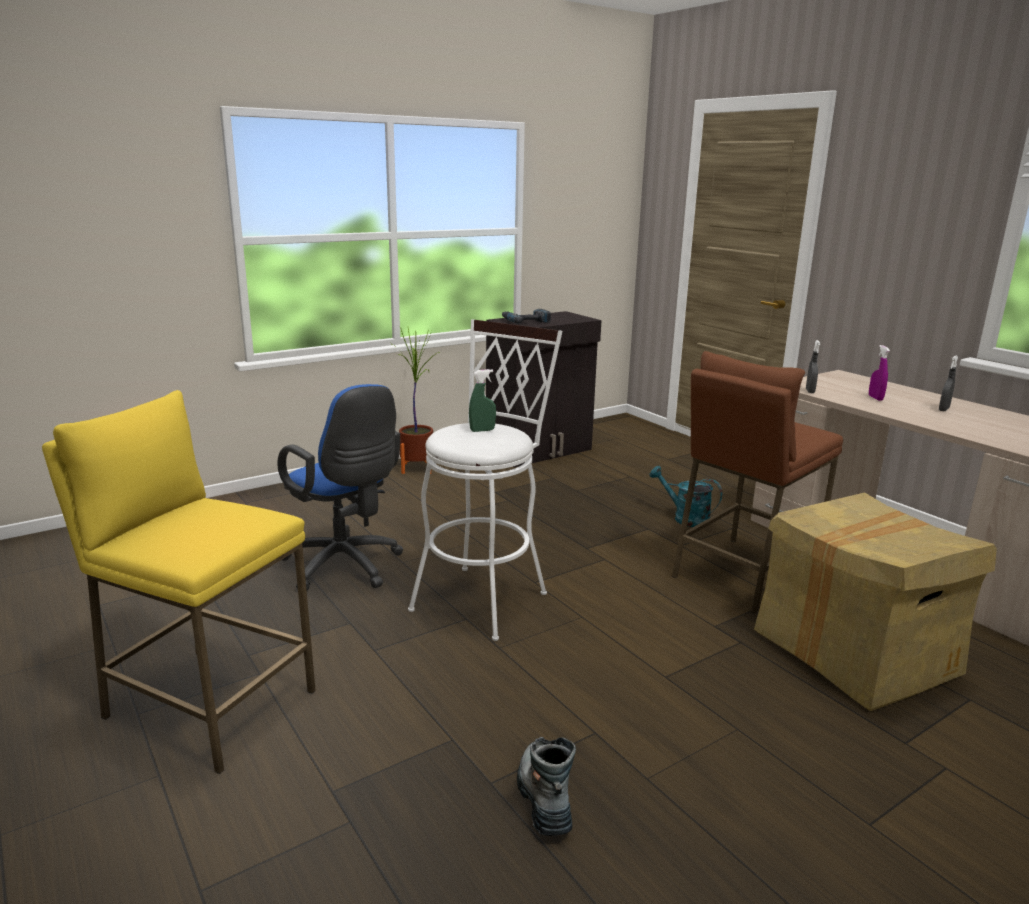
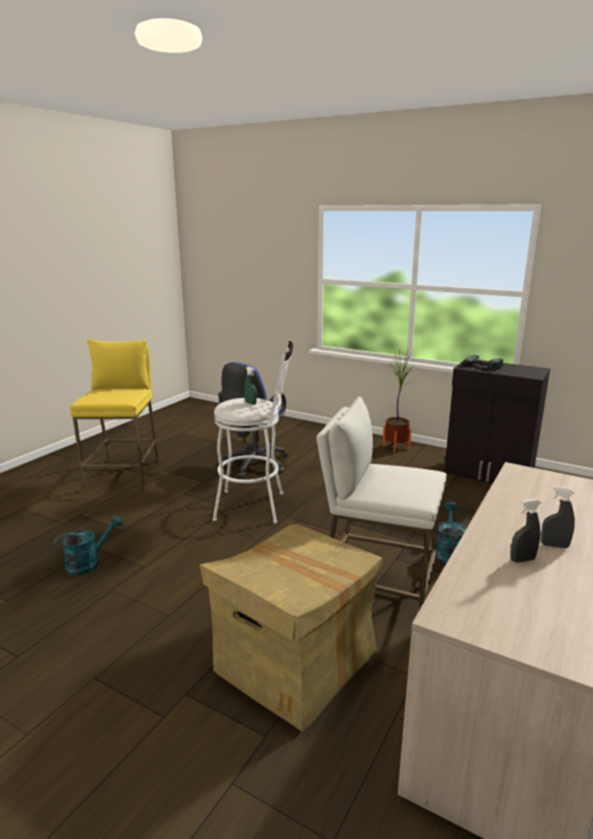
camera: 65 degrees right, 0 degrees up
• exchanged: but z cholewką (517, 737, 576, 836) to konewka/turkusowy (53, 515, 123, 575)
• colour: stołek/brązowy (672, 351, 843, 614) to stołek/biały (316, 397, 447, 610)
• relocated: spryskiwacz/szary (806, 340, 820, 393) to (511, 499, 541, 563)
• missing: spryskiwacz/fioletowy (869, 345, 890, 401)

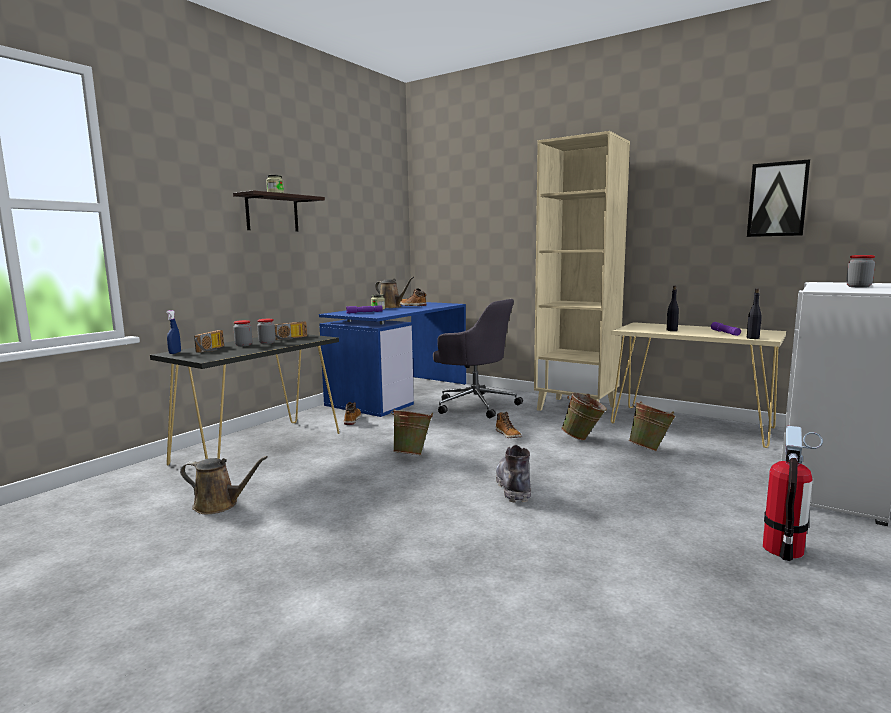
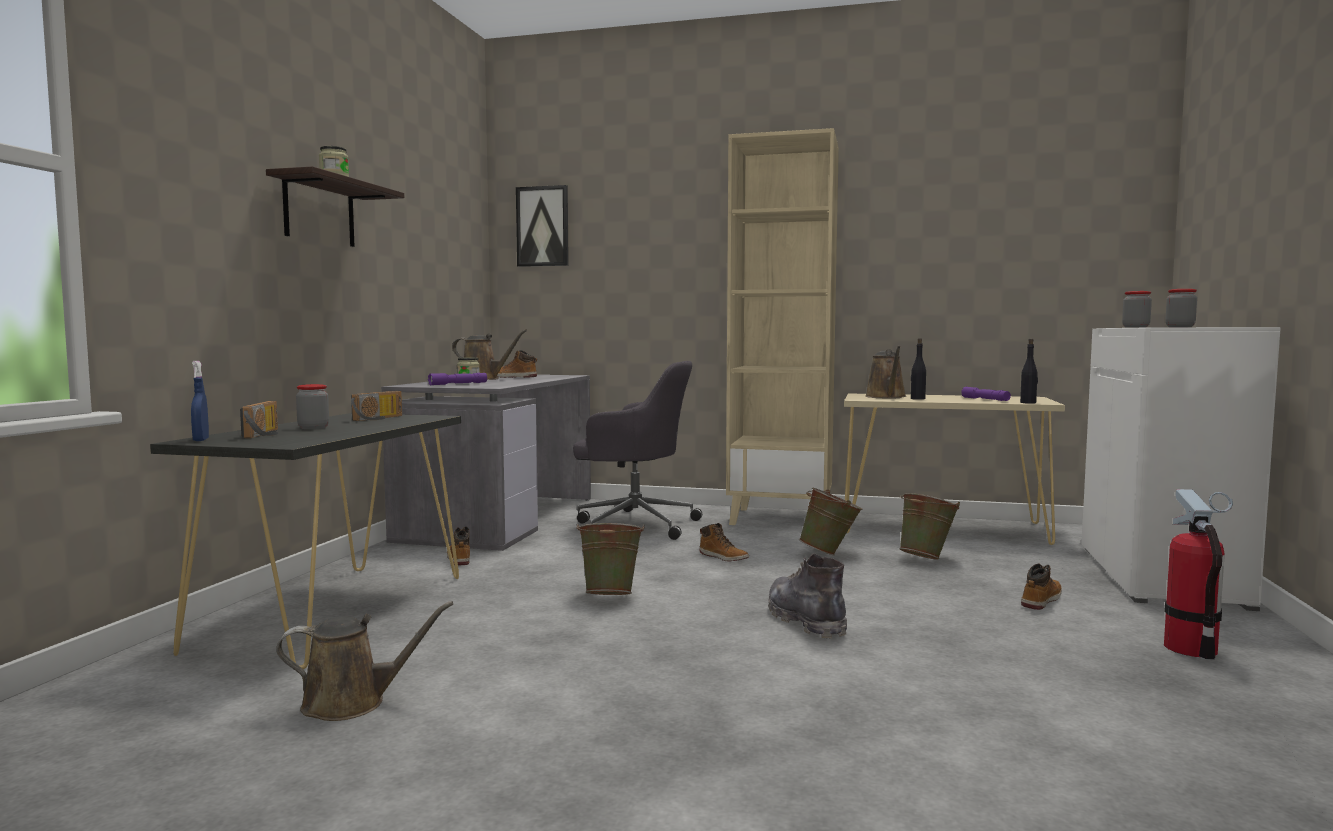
camera: 20 degrees left, 5 degrees down
• relocated: słoik (257, 319, 276, 344) to (1122, 291, 1152, 328)
• colour: biurko/niebieski (319, 302, 466, 417) to biurko/szary (381, 375, 591, 551)
• relocated: obraz (747, 159, 810, 237) to (516, 185, 569, 267)
• appeared: konewka/brązowy (865, 346, 906, 399)
• appeared: but z cholewką (1021, 563, 1062, 610)

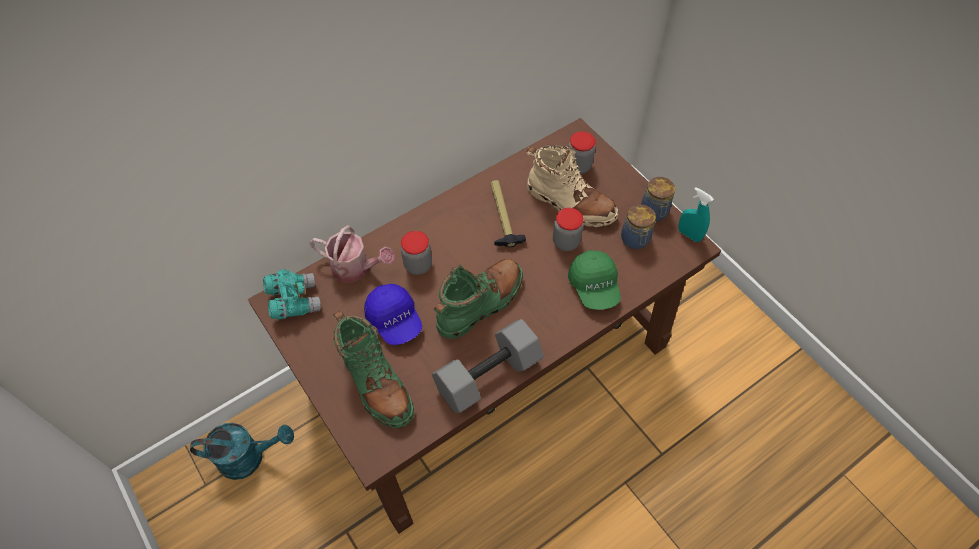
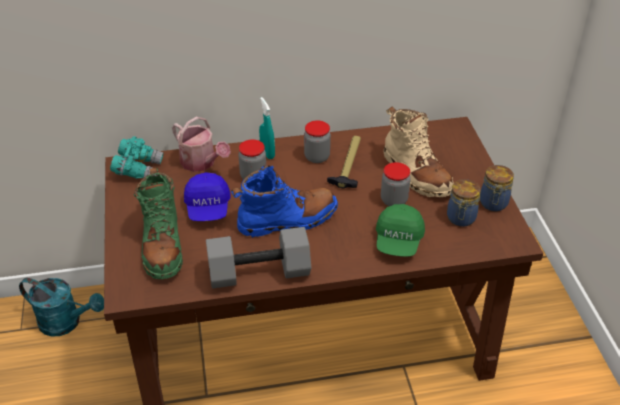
camera: 25 degrees right, 15 degrees down
• colour: but z cholewką/zielony (433, 259, 523, 339) to but z cholewką/niebieski (231, 165, 338, 238)
• relocated: słoik (568, 131, 596, 174) to (304, 120, 331, 163)
• relocated: spryskiwacz/turkusowy (678, 187, 714, 242) to (259, 97, 275, 159)

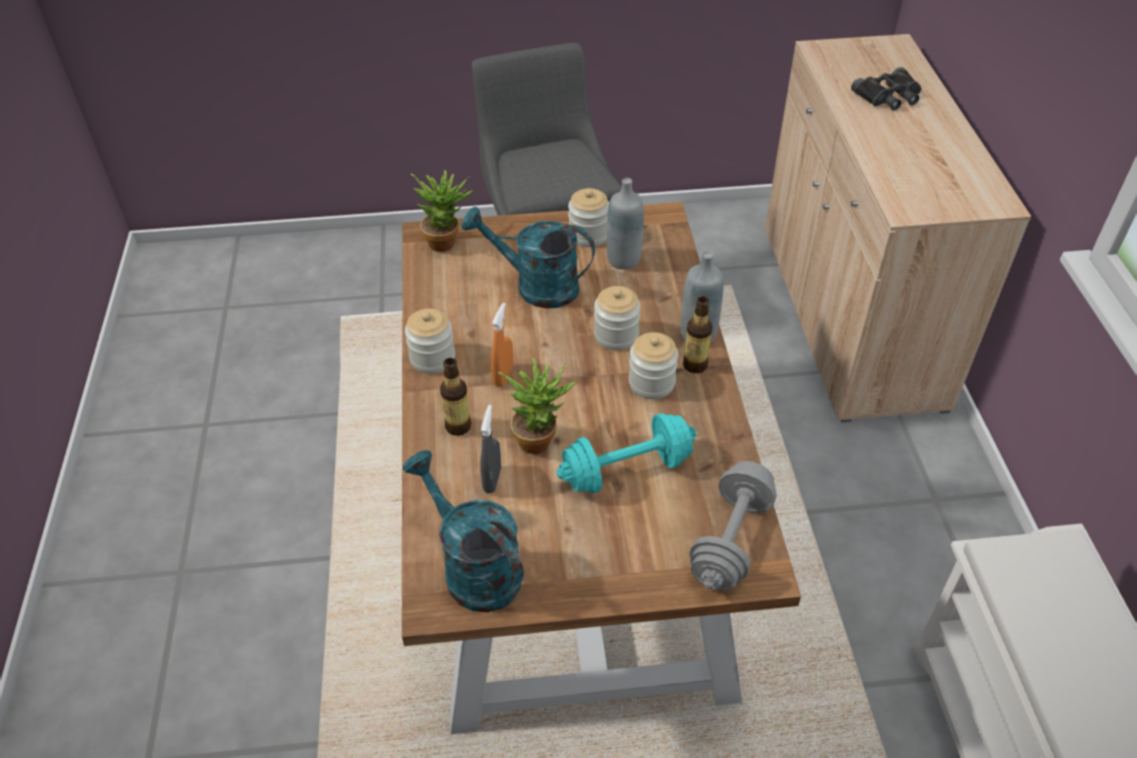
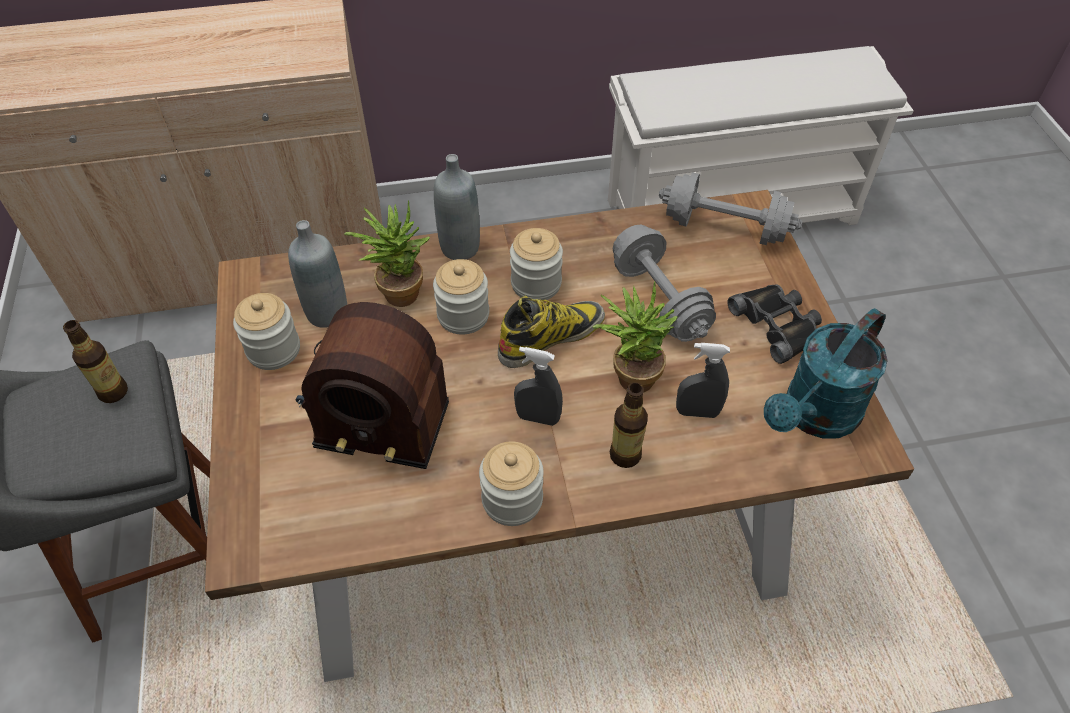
camera: 95 degrees left, 5 degrees up
• relocated: roślina doniczkowa (411, 170, 473, 252) to (344, 200, 430, 307)
• exchanged: konewka/turkusowy (461, 207, 595, 309) to radio (296, 302, 449, 469)
• colour: spryskiwacz/pomarańczowy (491, 303, 514, 387) to spryskiwacz/szary (514, 347, 563, 426)
• colour: hantel/turkusowy (557, 413, 697, 493) to hantel/szary (613, 224, 716, 342)
• relocated: butelka (683, 296, 712, 373) to (63, 320, 128, 403)
• relocated: lornetka/czarny (851, 67, 922, 111) to (727, 284, 822, 364)
• appeared: but z cholewką (498, 296, 605, 368)

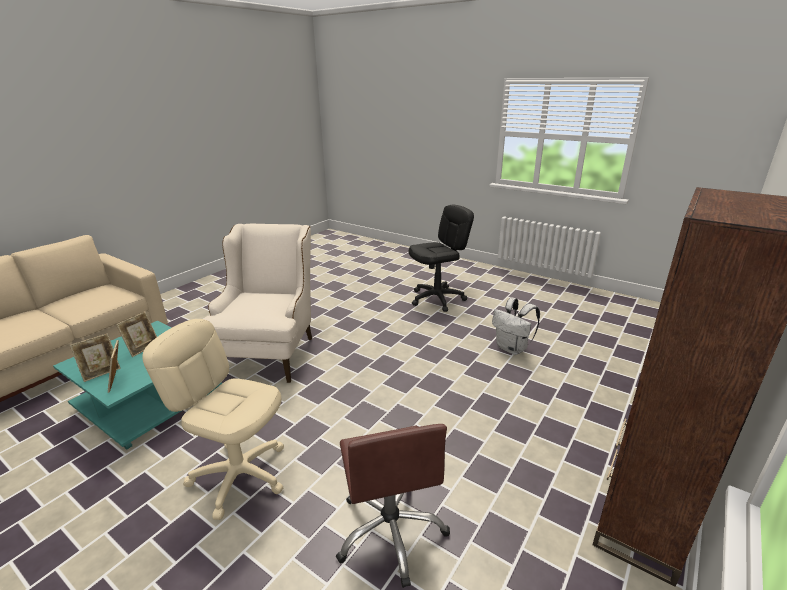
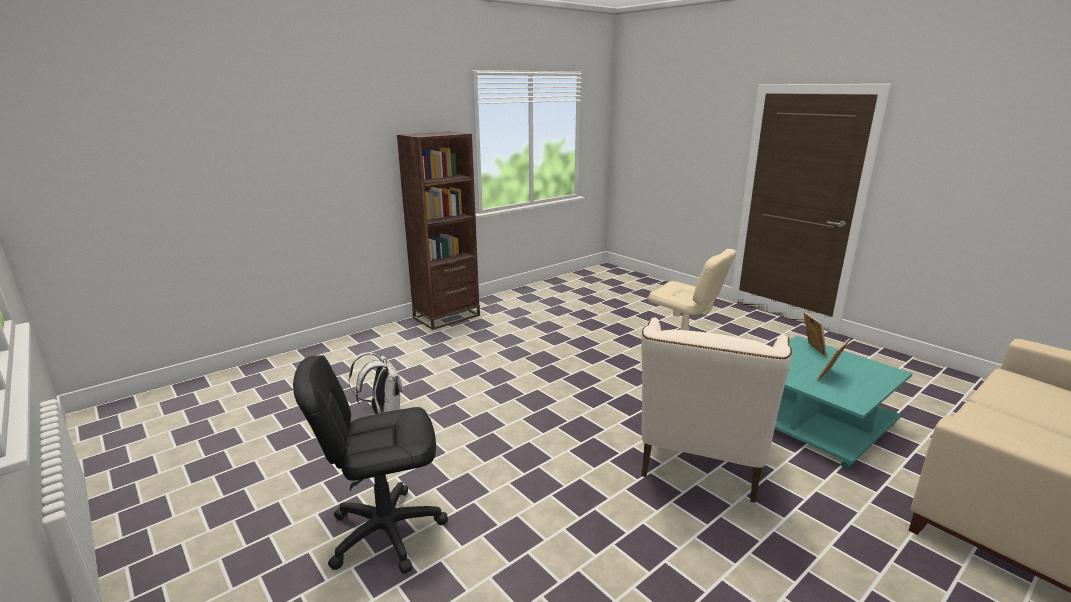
camera: 165 degrees left, 5 degrees down
• missing: ramka na zdjęcie (70, 333, 121, 382)
• missing: krzesło biurowe/brązowy (336, 424, 450, 588)

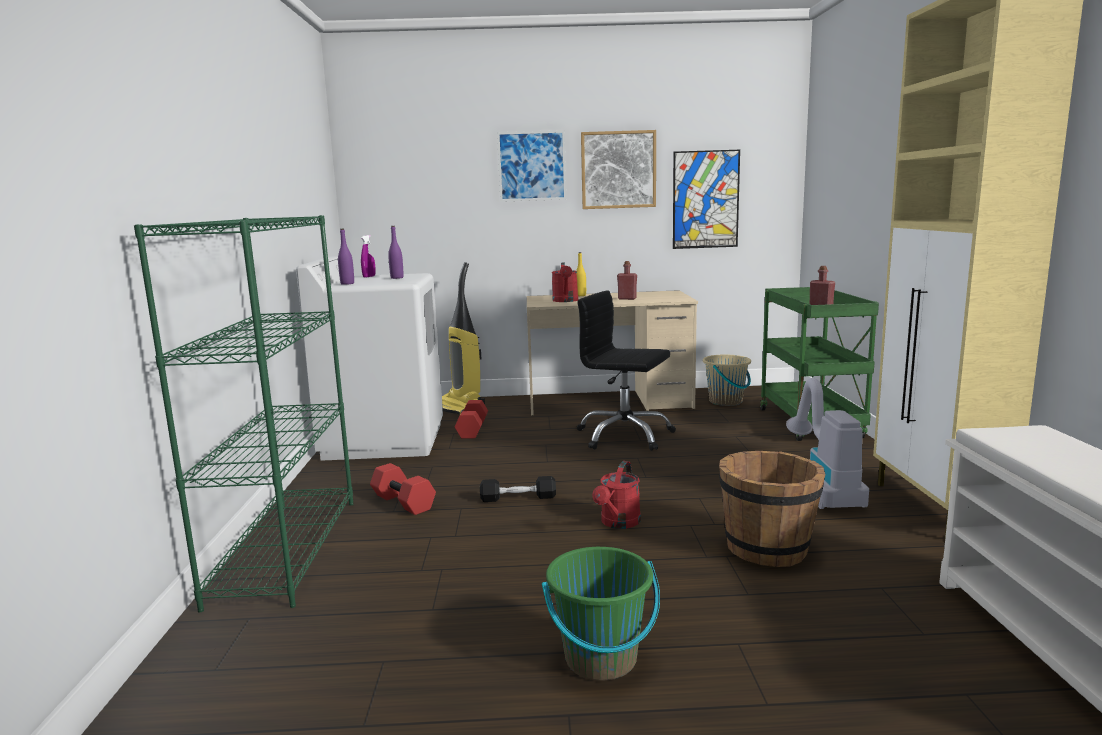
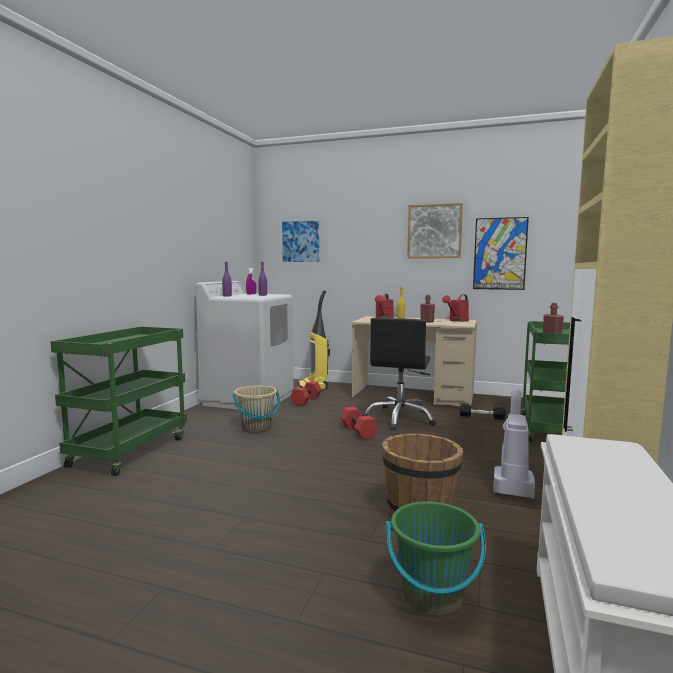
camera: 20 degrees right, 5 degrees down
• exchanged: regał/zielony (134, 215, 353, 613) to wózek/zielony (51, 326, 187, 476)
• relocated: hantel/czerwony (370, 463, 436, 515) to (340, 407, 378, 440)
• relocated: hantel/czarny (480, 476, 556, 502) to (459, 404, 506, 420)
• relocated: obraz (497, 130, 566, 202) to (281, 219, 321, 264)
• relocated: wiadro/zielony (542, 547, 660, 681) to (386, 501, 486, 616)
• spun: krzesło biurowe/czarny (577, 291, 676, 451) = (362, 318, 436, 431) 120 degrees counterclockwise
• relocated: konewka/czerwony (592, 461, 641, 529) to (442, 294, 469, 322)
• relocated: wiadro/beżowy (703, 354, 751, 406) to (233, 385, 280, 433)

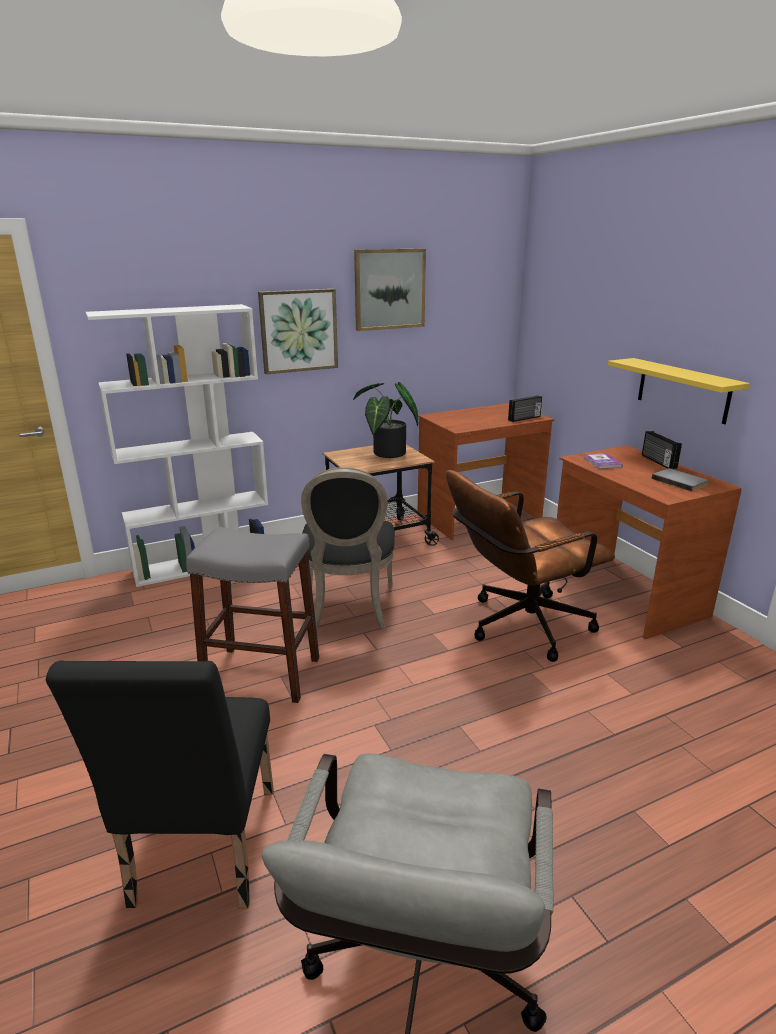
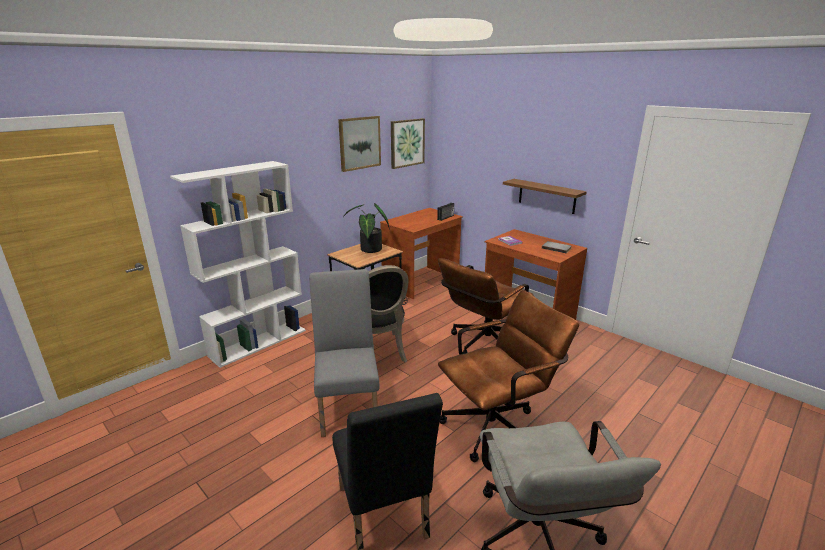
camera: 20 degrees left, 0 degrees up
• exchanged: stołek/szary (186, 527, 319, 703) to krzesło/szary (309, 269, 379, 437)
• relocated: obraz (258, 289, 338, 374) to (391, 118, 425, 169)
• colour: półka/żółty (608, 358, 750, 424) to półka/brązowy (503, 179, 587, 214)
• missing: radio (642, 431, 682, 469)
• appeared: krzesło biurowe/brązowy (438, 290, 579, 462)

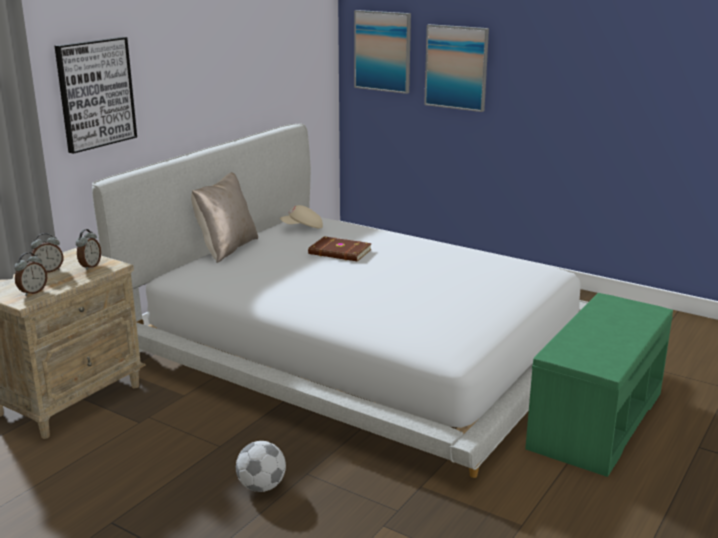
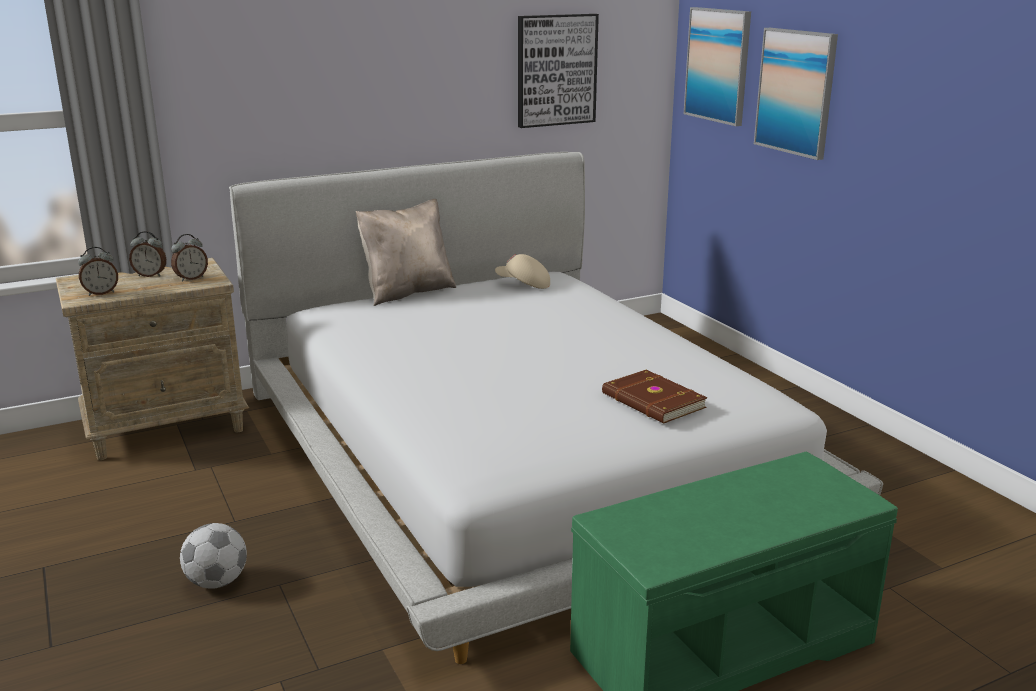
camera: 30 degrees right, 0 degrees up
• relocated: obraz (55, 37, 137, 154) to (518, 14, 599, 128)
• relocated: książka/brązowy (308, 236, 372, 262) to (602, 370, 707, 423)

